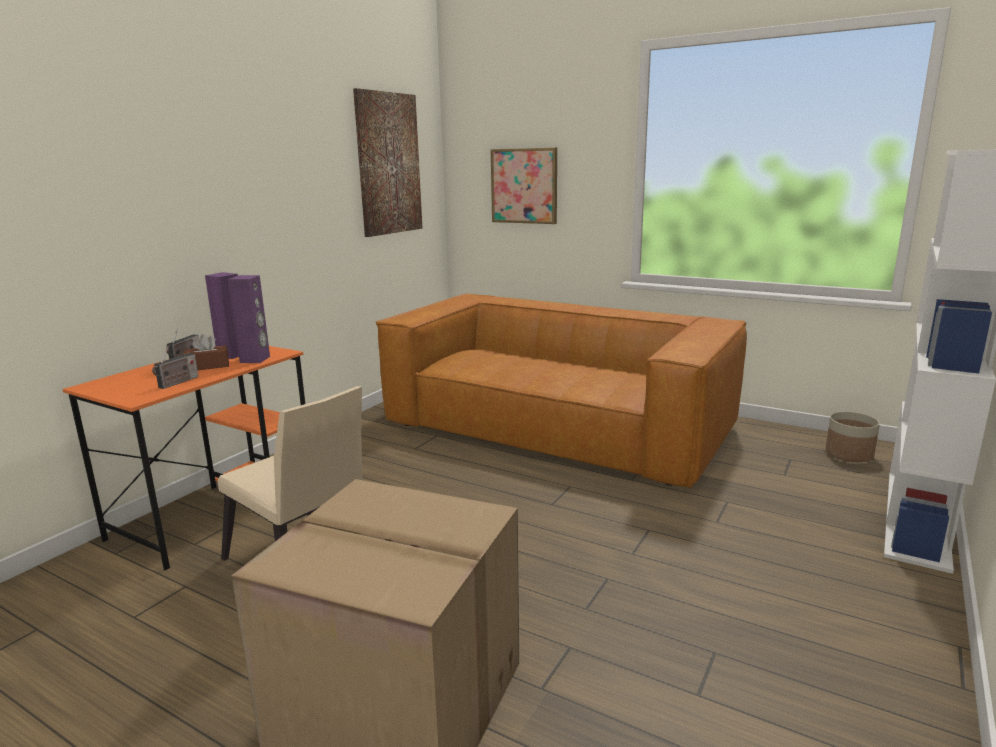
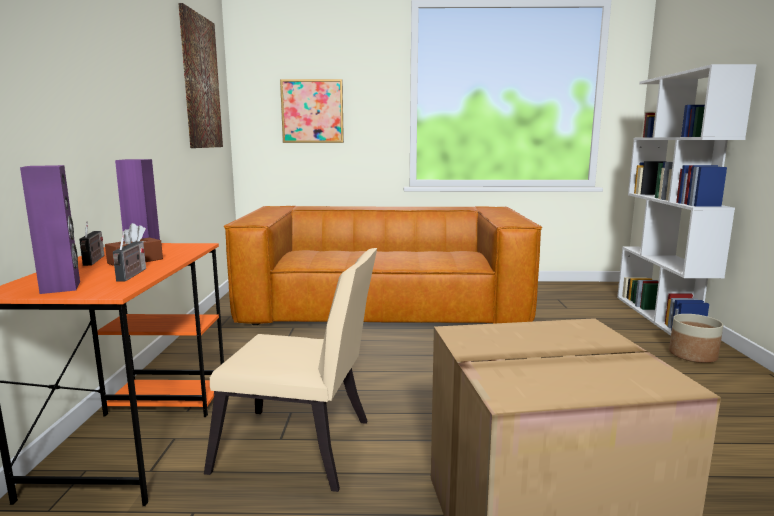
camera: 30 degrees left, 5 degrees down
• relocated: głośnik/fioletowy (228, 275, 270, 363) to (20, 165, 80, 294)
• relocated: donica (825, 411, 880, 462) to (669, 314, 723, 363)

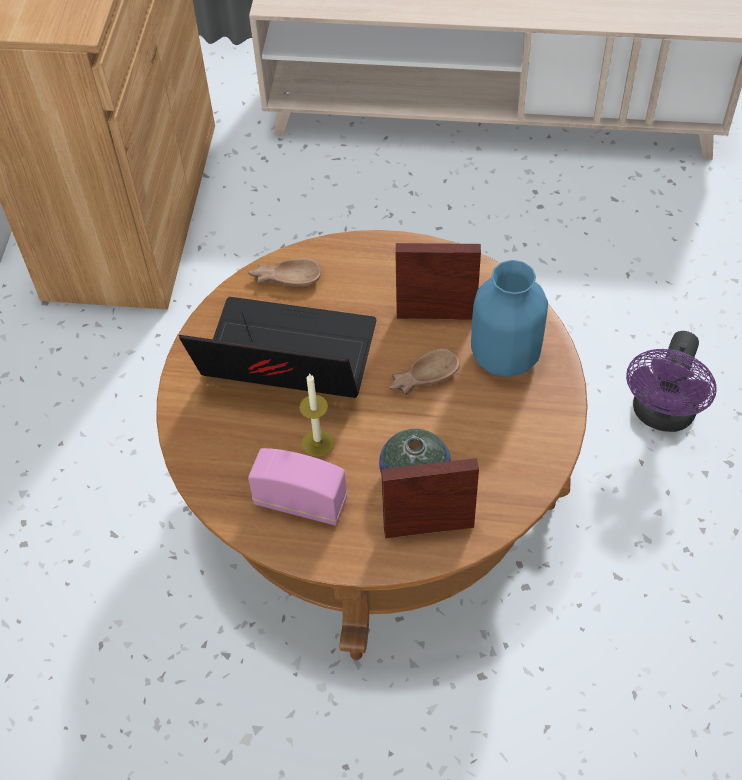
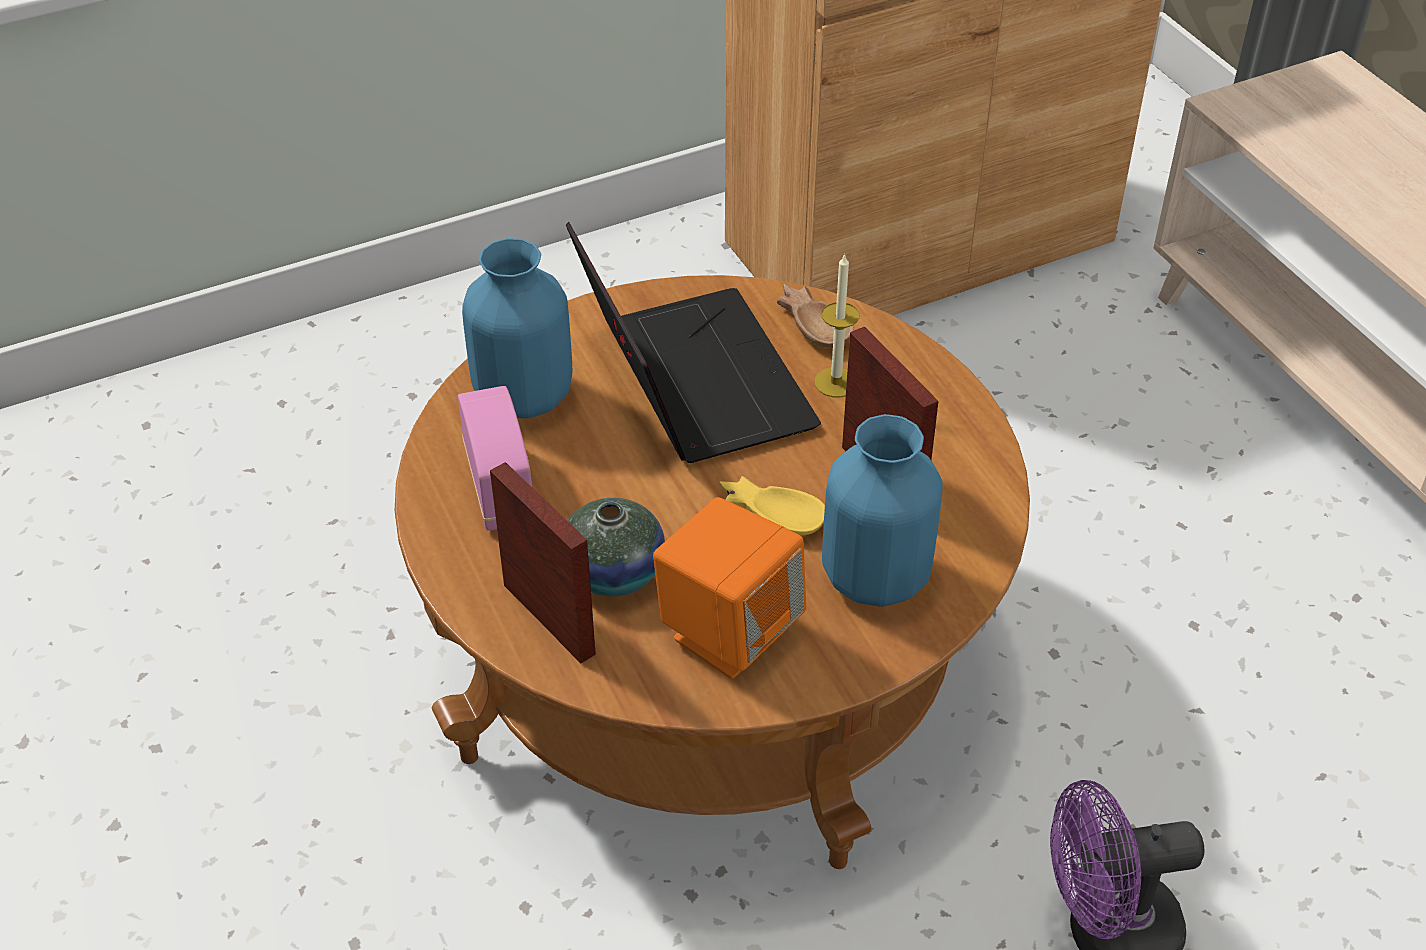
camera: 55 degrees right, 10 degrees down
• relocated: świeca (299, 373, 334, 457) to (814, 253, 860, 397)
• colour: miska/brązowy (389, 348, 460, 395) to miska/żółty (719, 476, 825, 535)
• appeared: wazon/niebieski (462, 238, 572, 418)
• appeared: głośnik/pomarańczowy (653, 497, 806, 679)

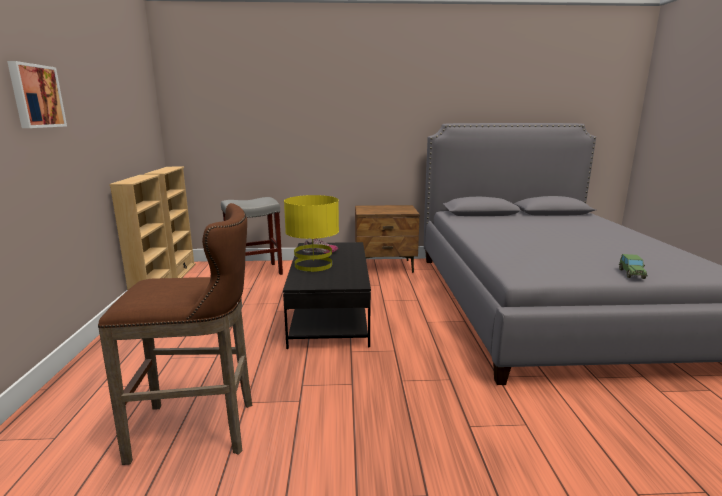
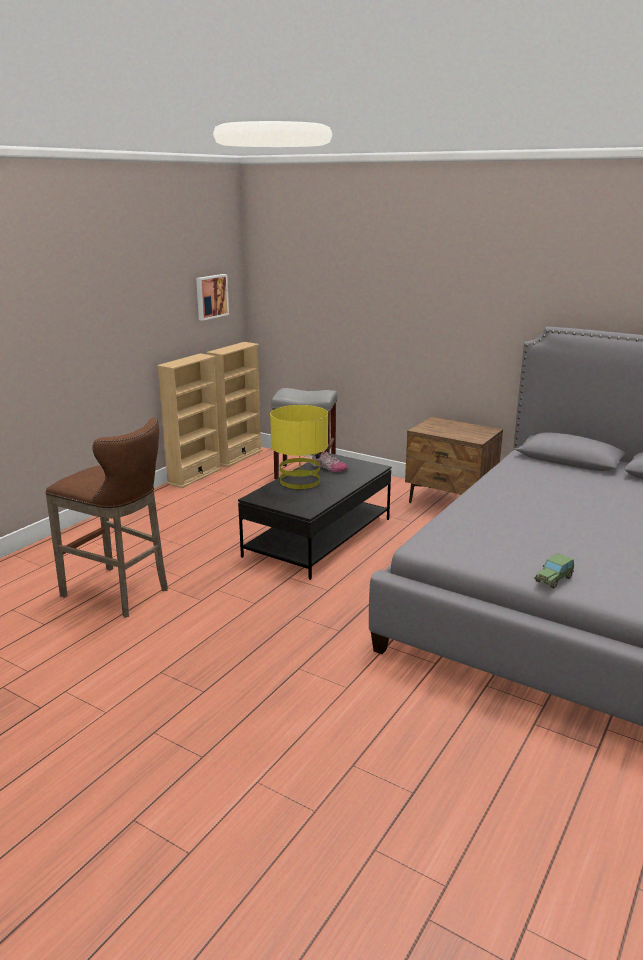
camera: 35 degrees right, 5 degrees up
• relocated: obraz (7, 61, 67, 128) to (196, 274, 229, 321)

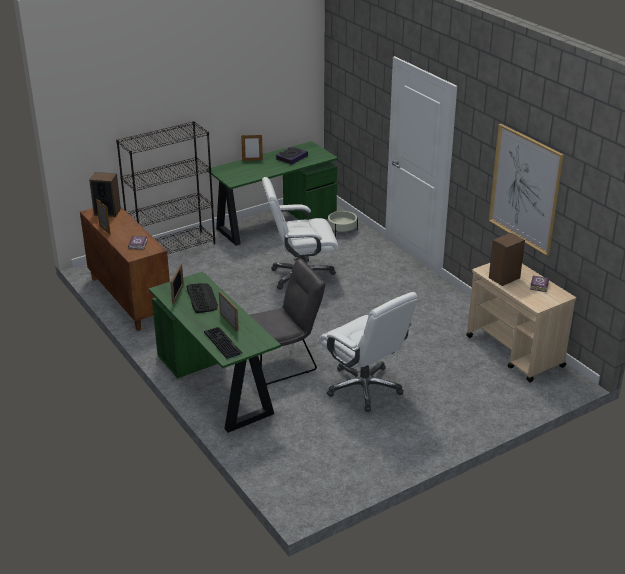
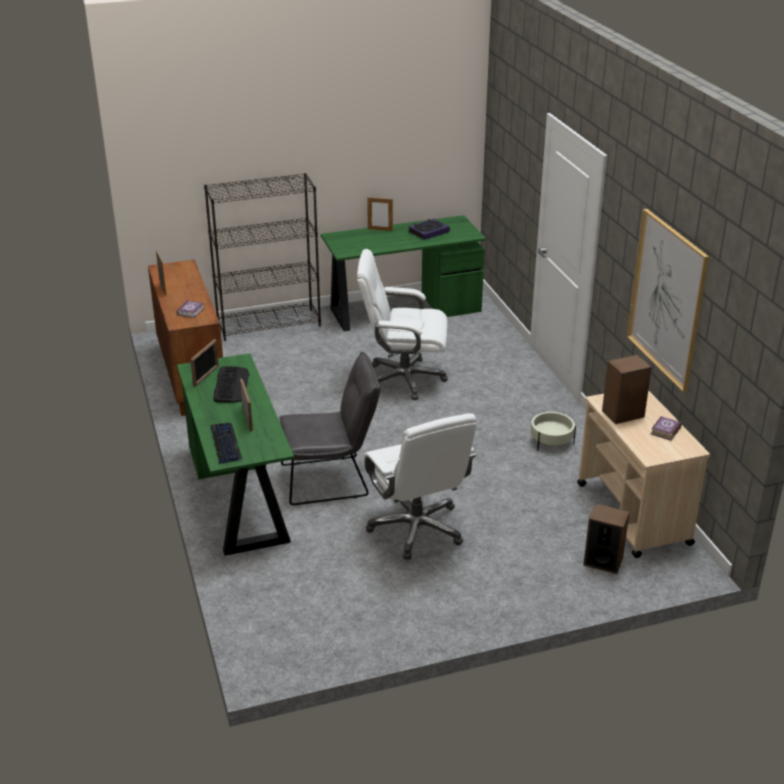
camera: 15 degrees right, 0 degrees up
• relocated: głośnik (89, 172, 121, 217) to (583, 503, 630, 574)
• relocated: donica/beżowy (328, 211, 358, 237) to (531, 411, 576, 451)

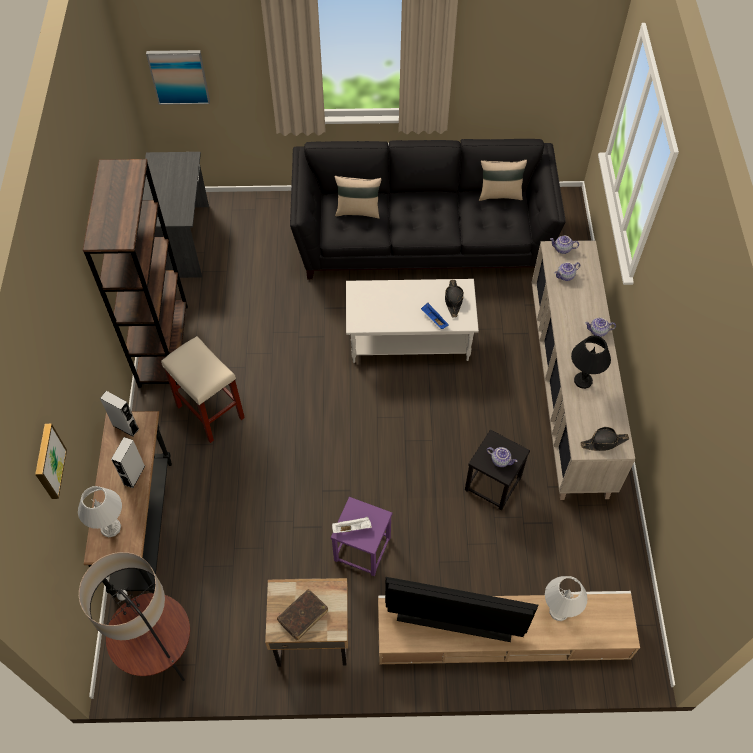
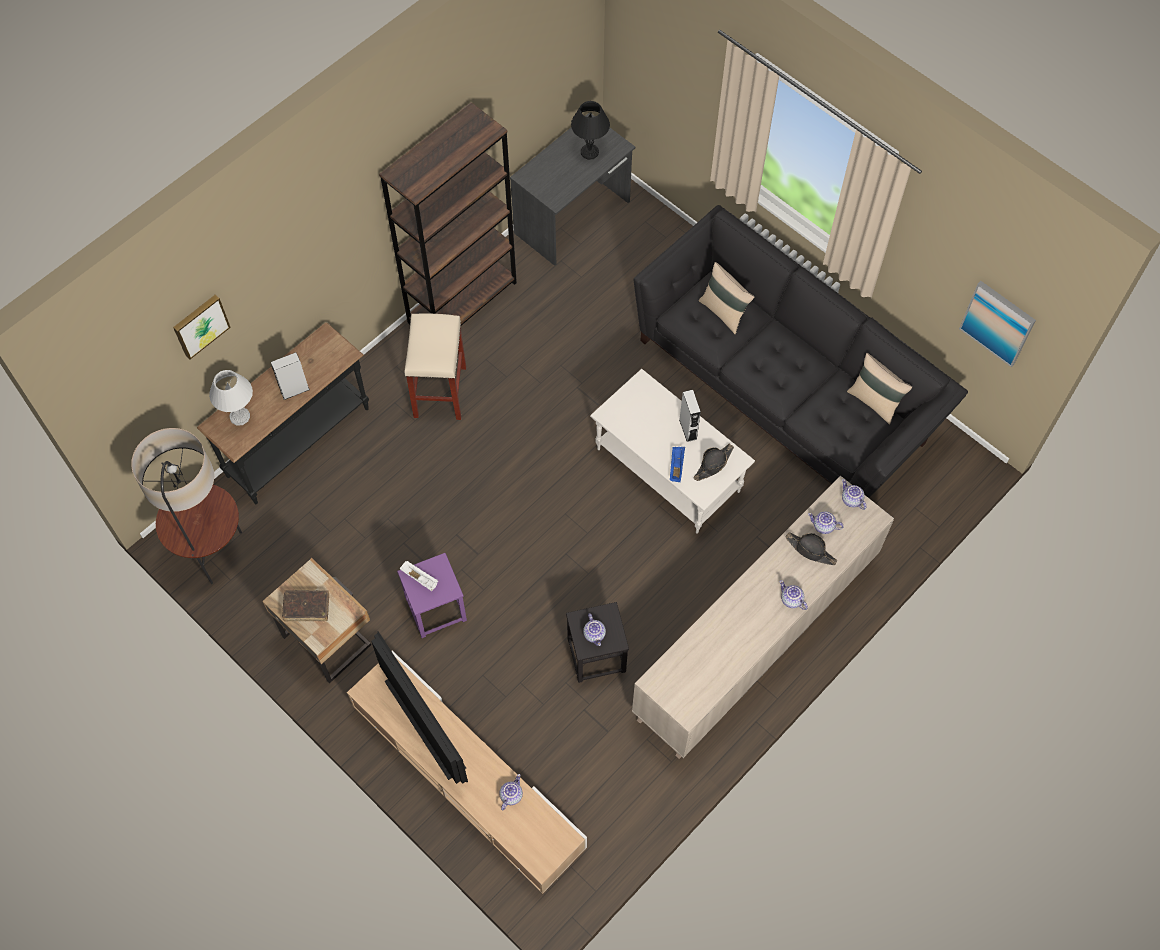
camera: 45 degrees right, 5 degrees up
• relocated: głośnik/szary (100, 391, 139, 437) to (679, 390, 701, 442)
• relocated: obraz (146, 50, 210, 105) to (959, 281, 1036, 367)
• exchanged: lampa stołowa/biały (545, 576, 588, 621) to imbryk (499, 774, 523, 810)
• relocated: lampa stołowa/czarny (571, 335, 611, 389) to (571, 101, 610, 160)
• relocated: kapelusz/czarny (580, 427, 629, 451) to (785, 532, 837, 565)

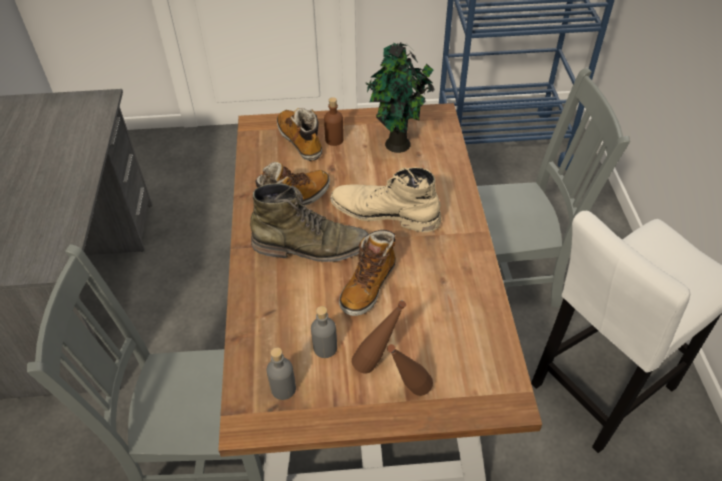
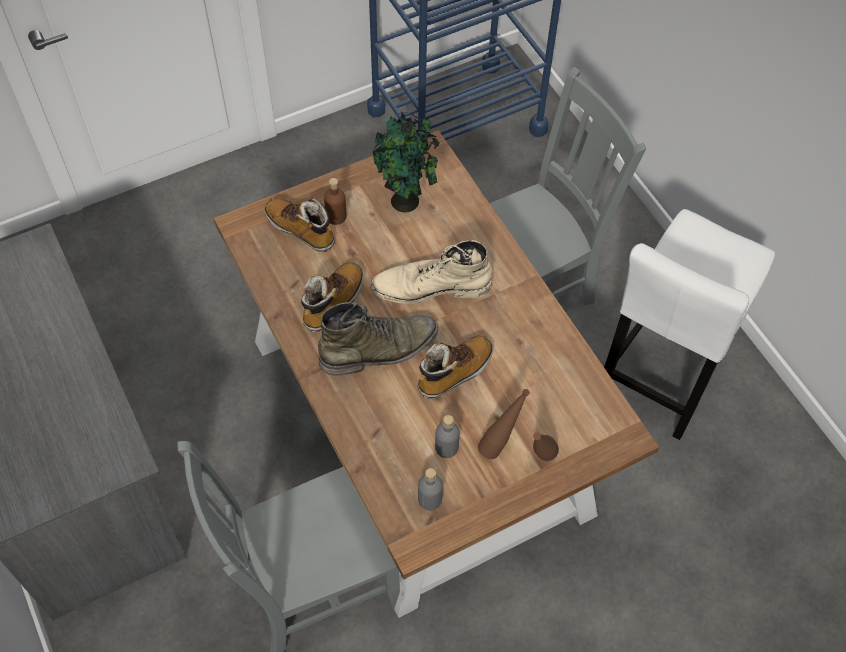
camera: 25 degrees left, 10 degrees up
• spun: but z cholewką (339, 230, 396, 316) = (418, 335, 493, 399) 135 degrees counterclockwise

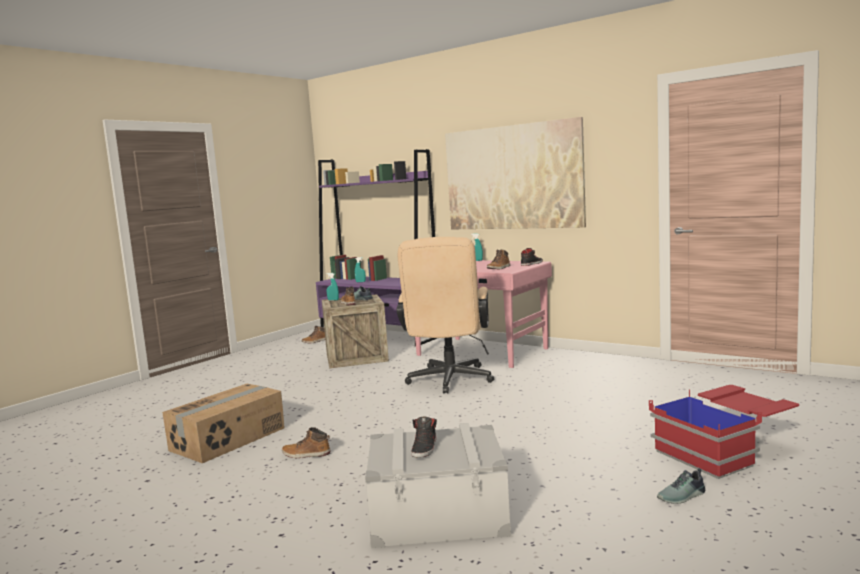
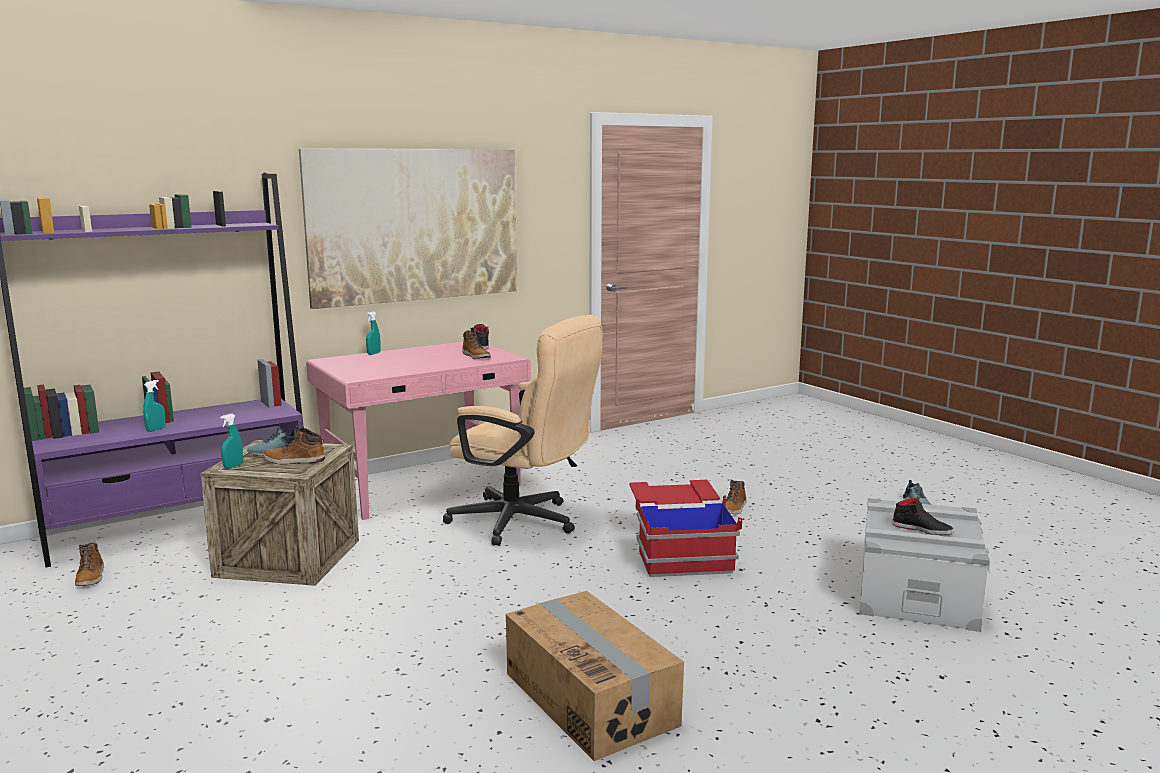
camera: 70 degrees left, 5 degrees up
• relocated: but z cholewką (282, 427, 331, 458) to (725, 479, 747, 514)
• relocated: pojemnik do przechowywania/czerwony (649, 385, 799, 479) to (629, 480, 742, 577)

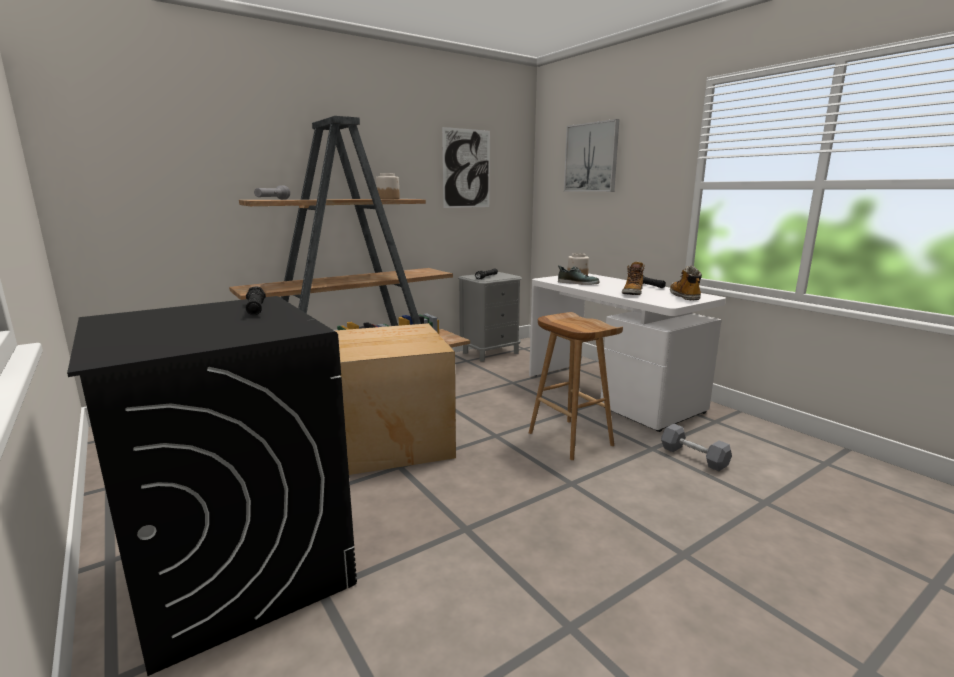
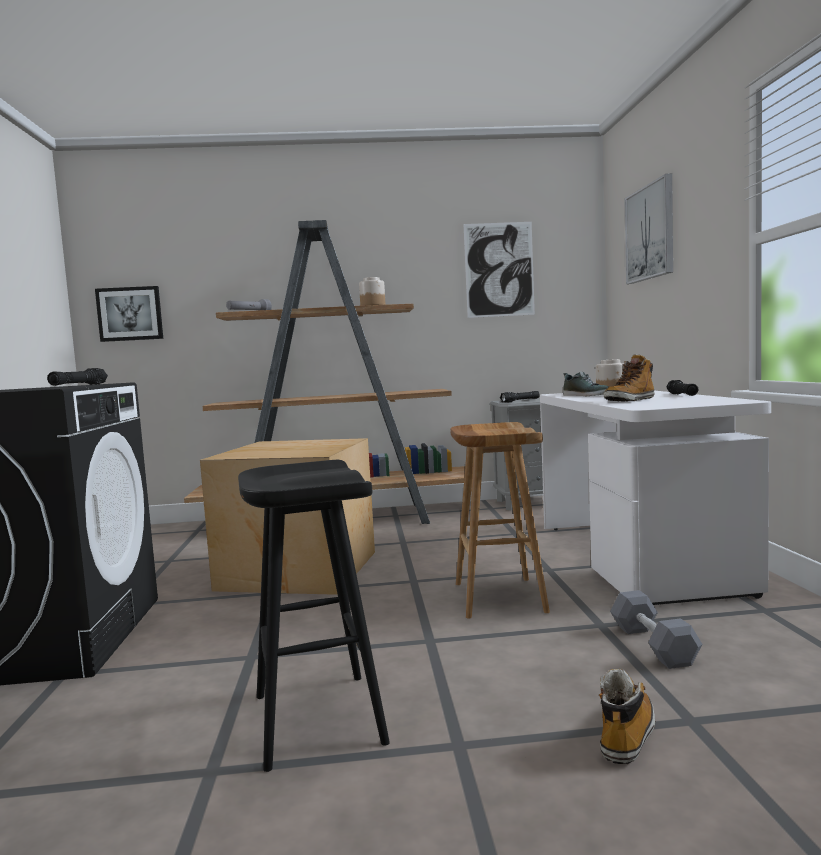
camera: 30 degrees right, 10 degrees down
• relocated: but z cholewką (670, 266, 702, 300) to (599, 669, 655, 764)
• appeared: obraz (95, 286, 163, 342)
• appeared: stołek/czarny (238, 460, 390, 772)

